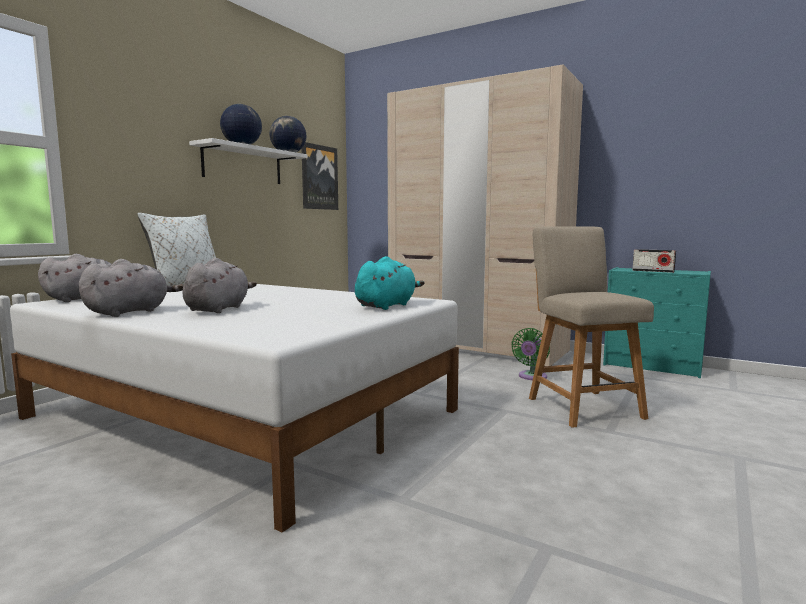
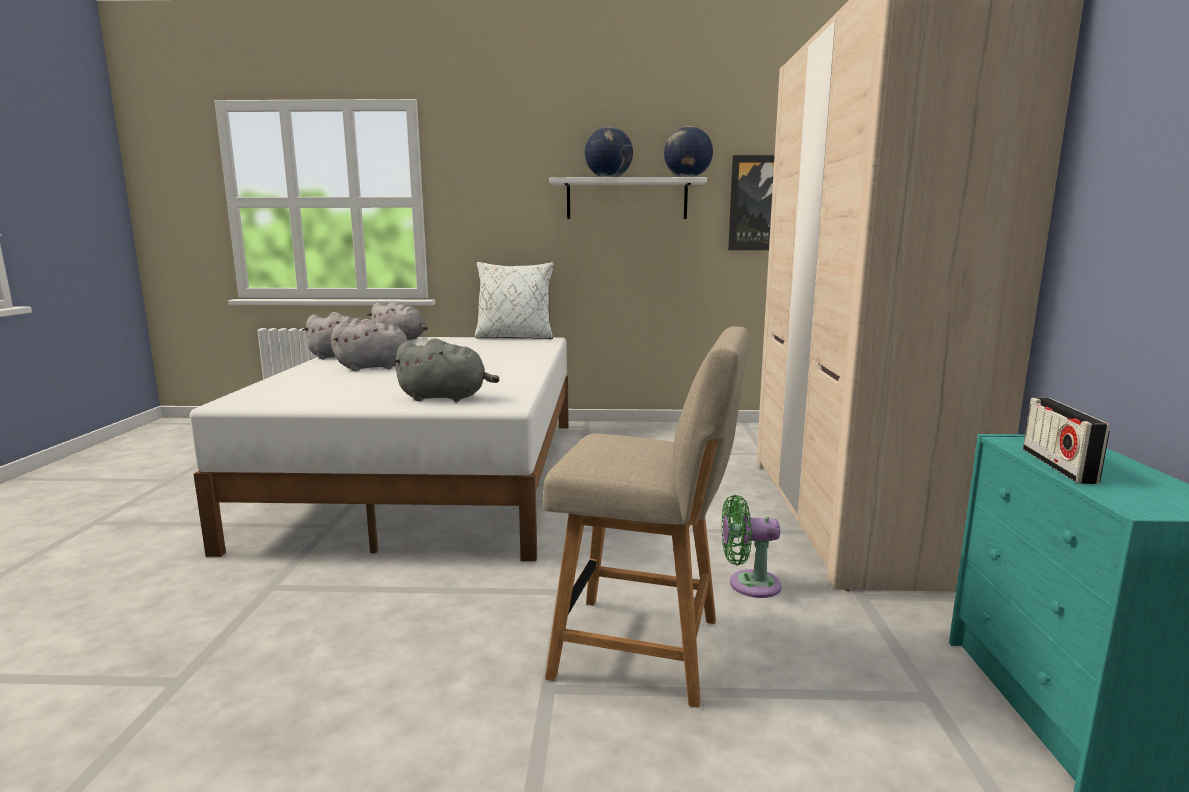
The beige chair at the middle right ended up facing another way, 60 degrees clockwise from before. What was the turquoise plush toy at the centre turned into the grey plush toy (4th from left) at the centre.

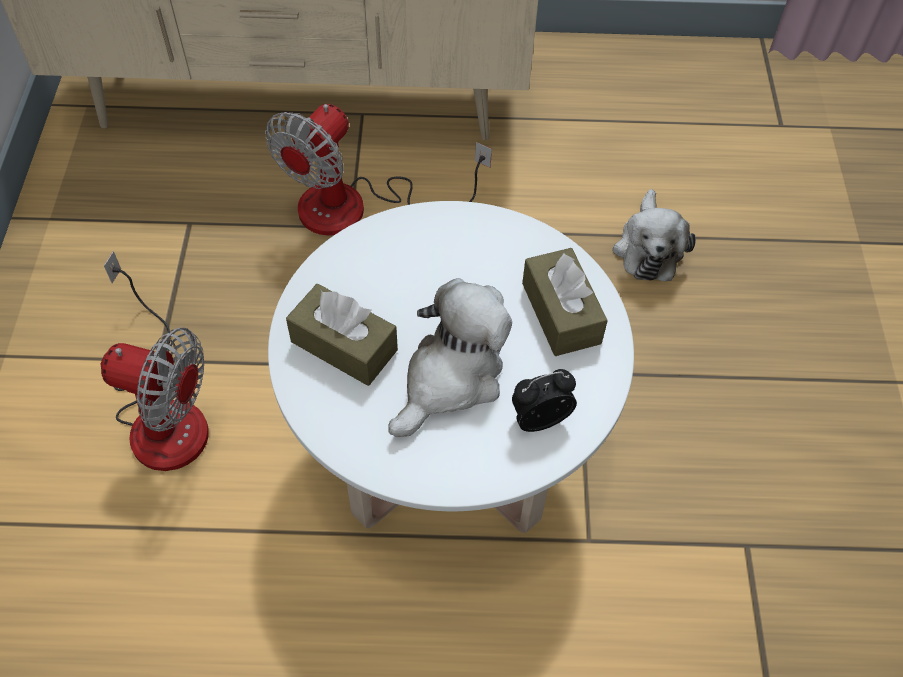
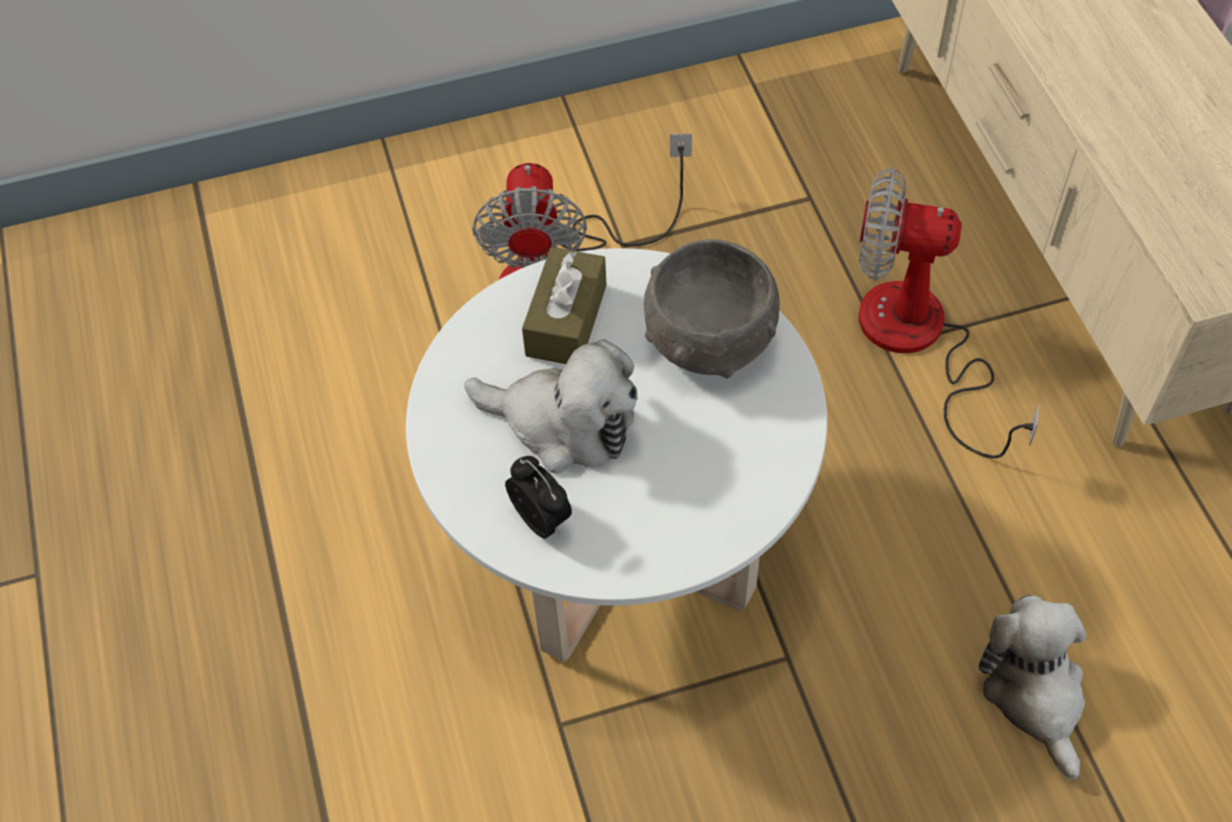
The plush toy (2nd from left) at the middle right ended up facing another way, 90 degrees clockwise from before. The second view lost the brown tissue box (2nd from left) at the centre. The second view gained the grey bowl at the centre.

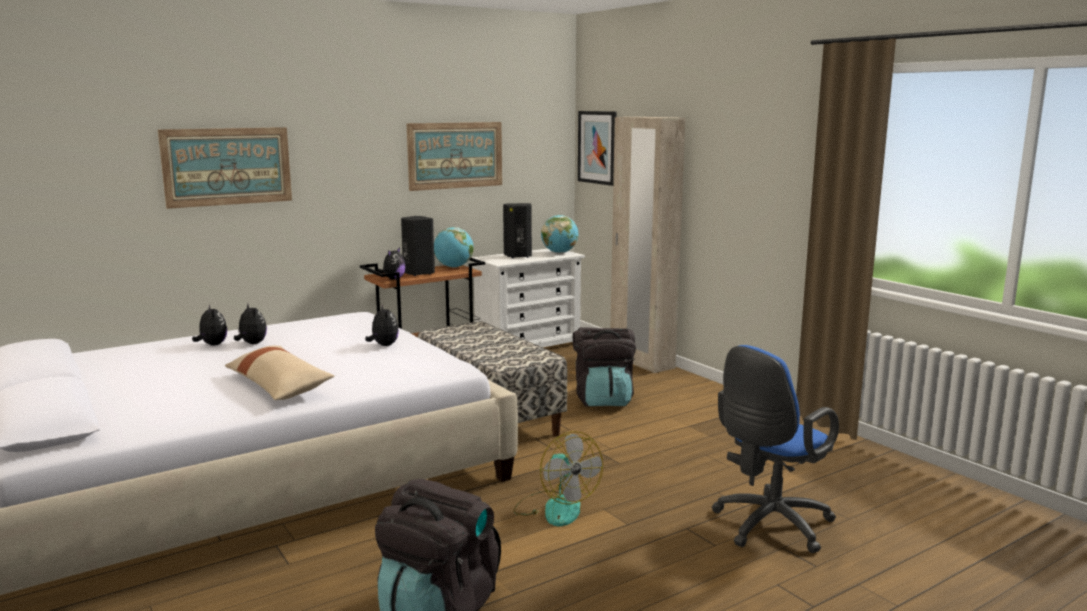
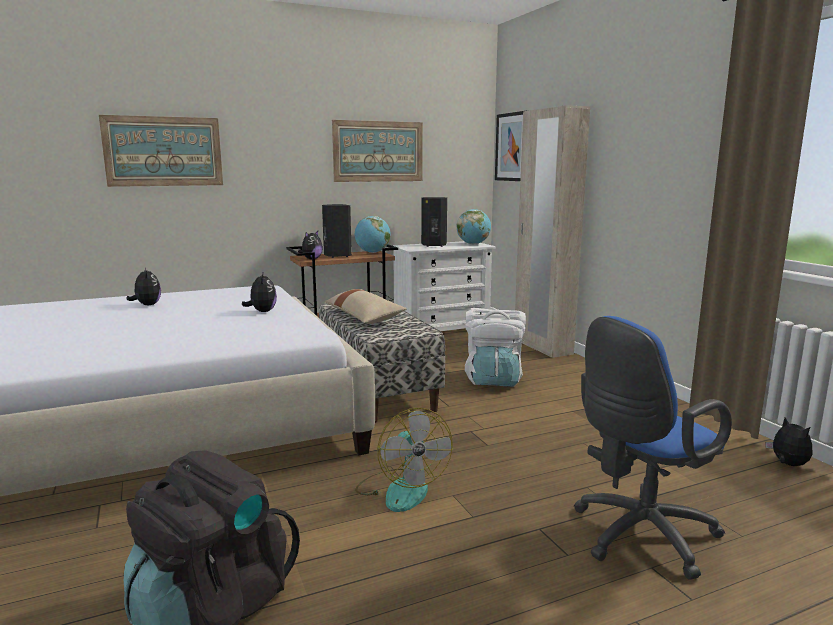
The plush toy (1st from left in the first image) ended up elsewhere, having gone from the middle left to the bottom right. What was the black backpack (2nd from left) at the centre turned into the white backpack at the centre. The beige pillow ended up elsewhere, having gone from the middle left to the centre.

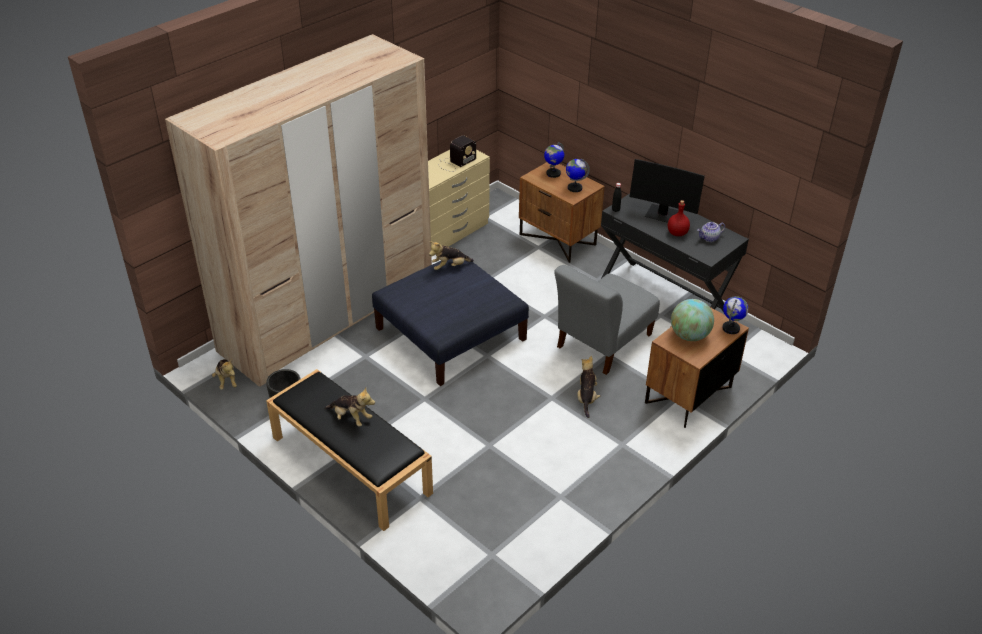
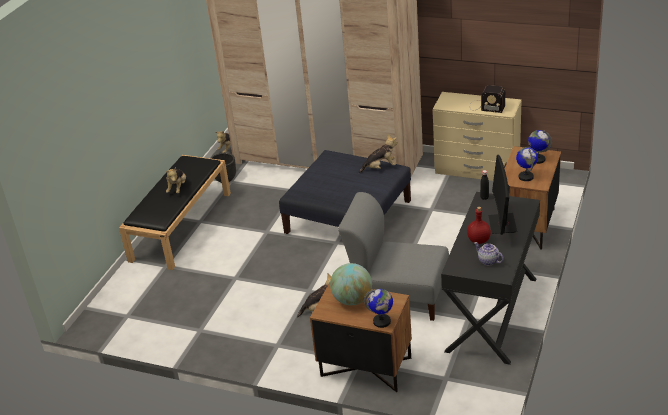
The plush toy (3rd from left in the first image) at the centre ended up facing another way, 120 degrees clockwise from before.

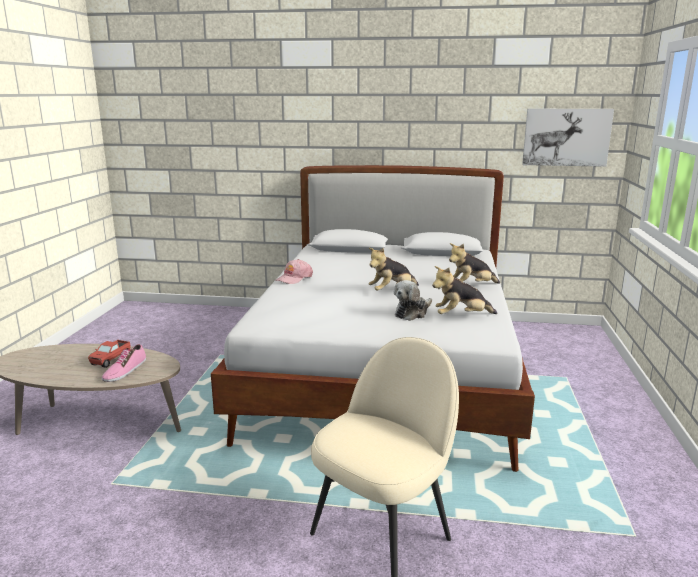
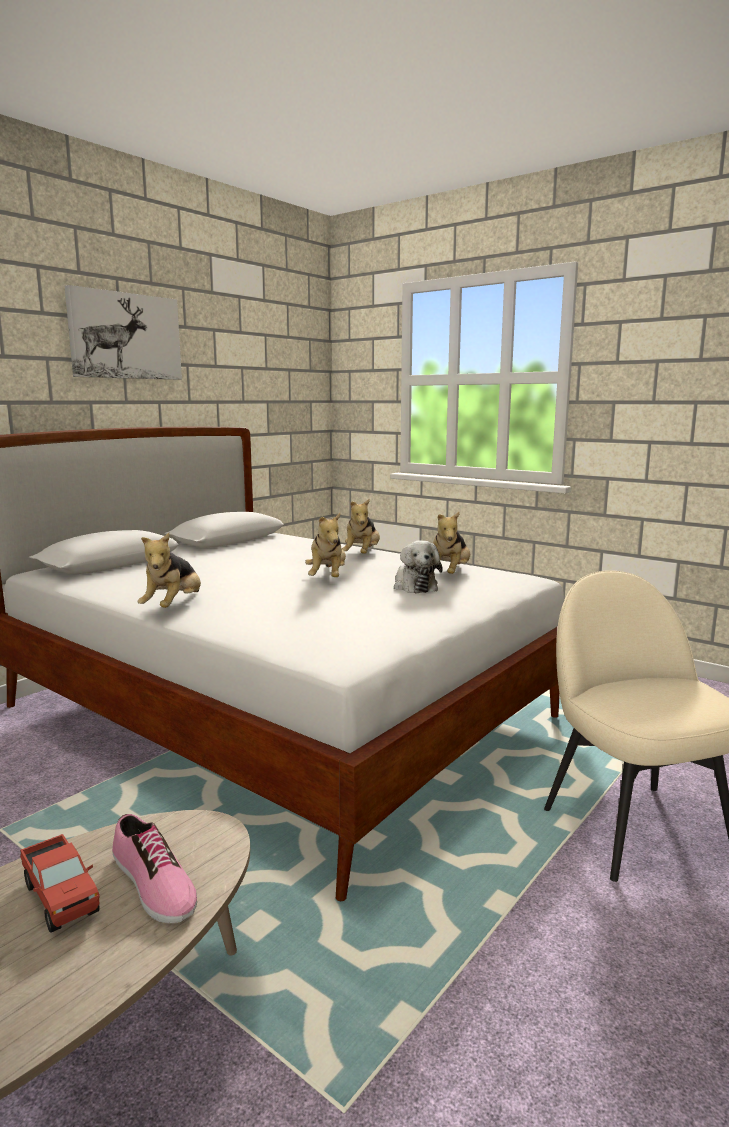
The picture ended up elsewhere, having gone from the top right to the top left. Where the pink cap stood at the centre, the plush toy (1st from left) came to stand at the middle left.

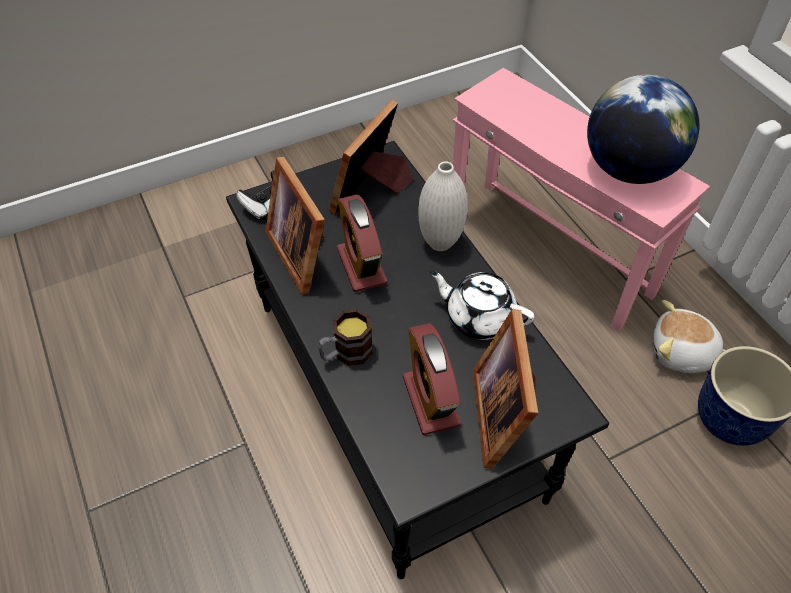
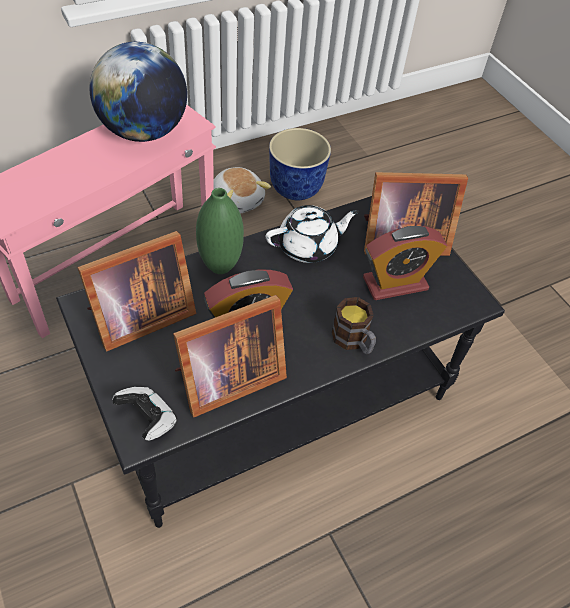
The picture frame (2nd from left in the first image) at the top centre ended up facing another way, 60 degrees counterclockwise from before. What was the white vase at the centre turned into the green vase at the centre. The white teapot at the centre ended up facing another way, 135 degrees counterclockwise from before. The plush toy at the middle right ended up facing another way, 45 degrees counterclockwise from before.

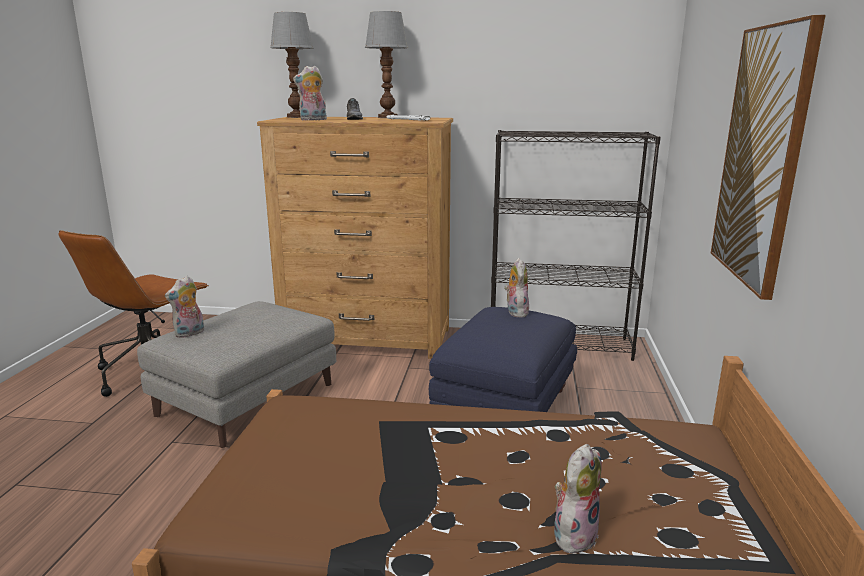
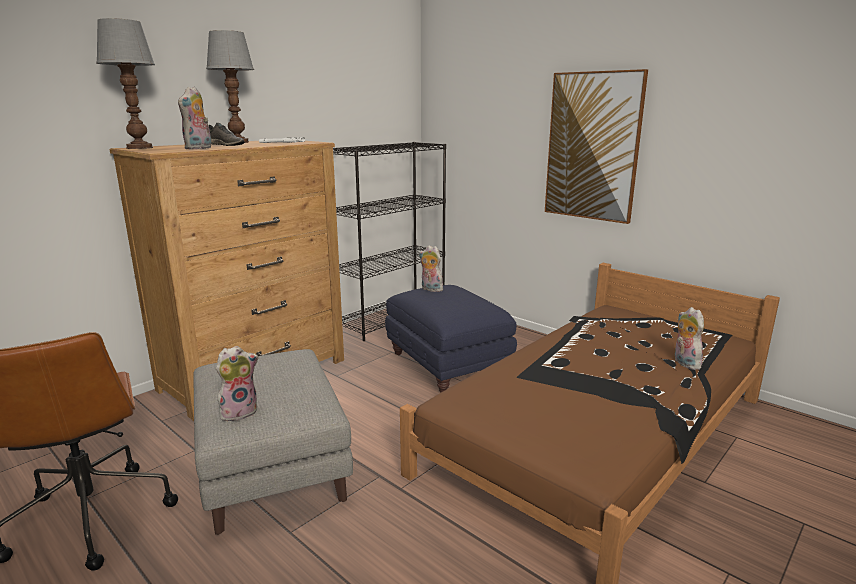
The plush toy (1st from left in the first image) at the middle left ended up facing another way, 105 degrees counterclockwise from before.

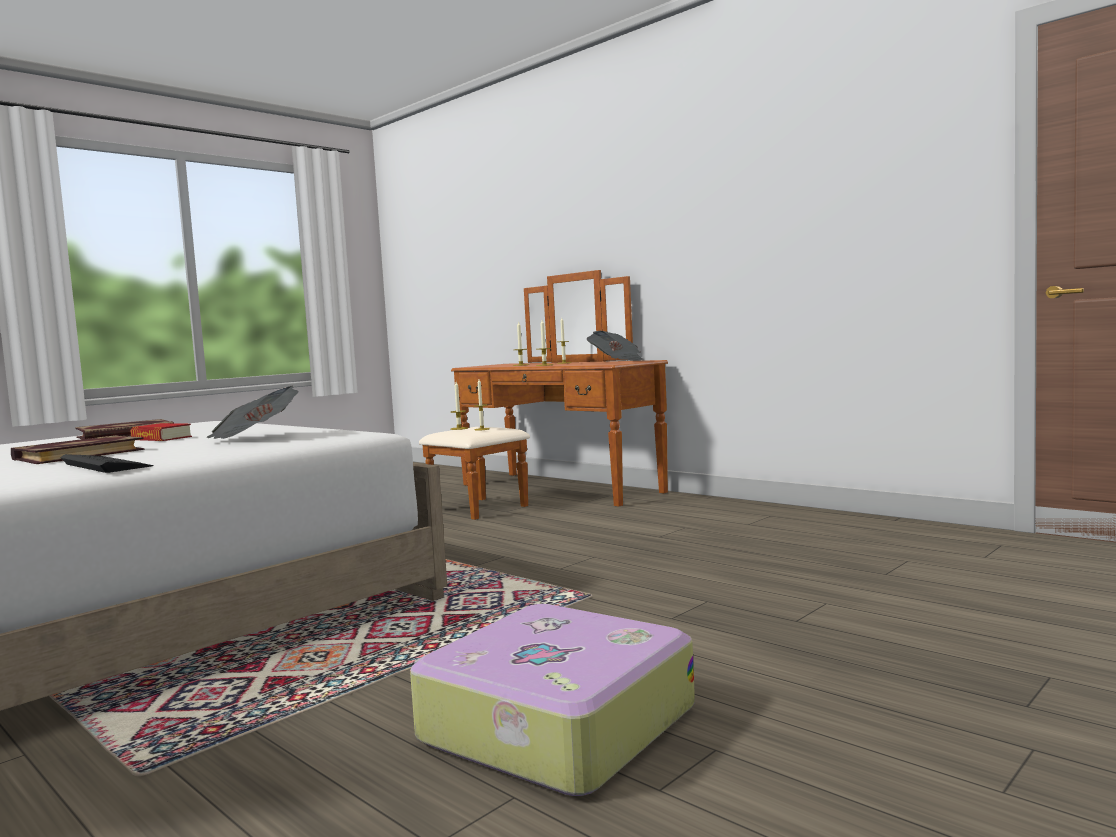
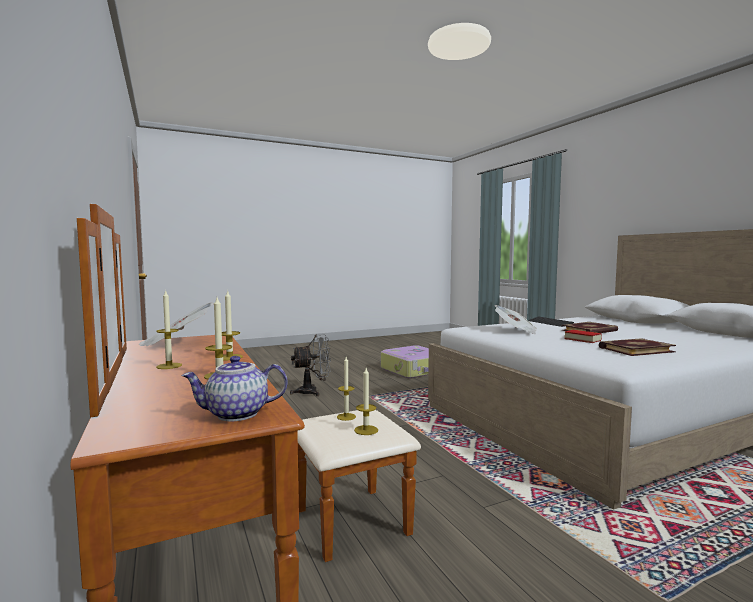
The second view gained the grey fan at the centre. The second view gained the teapot at the middle left.

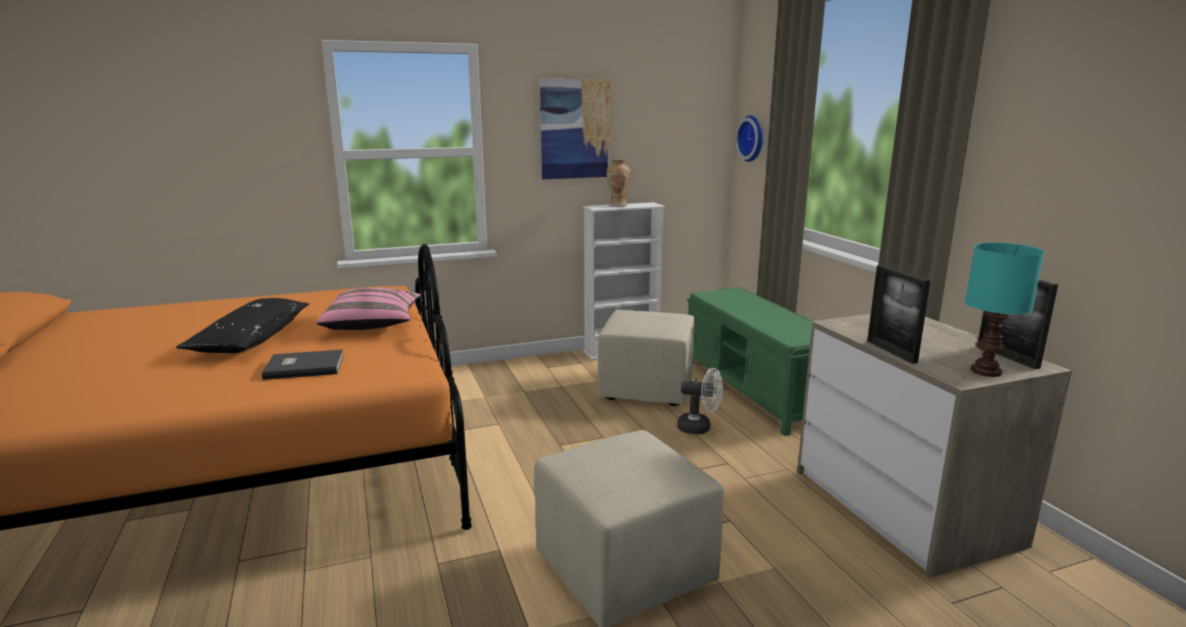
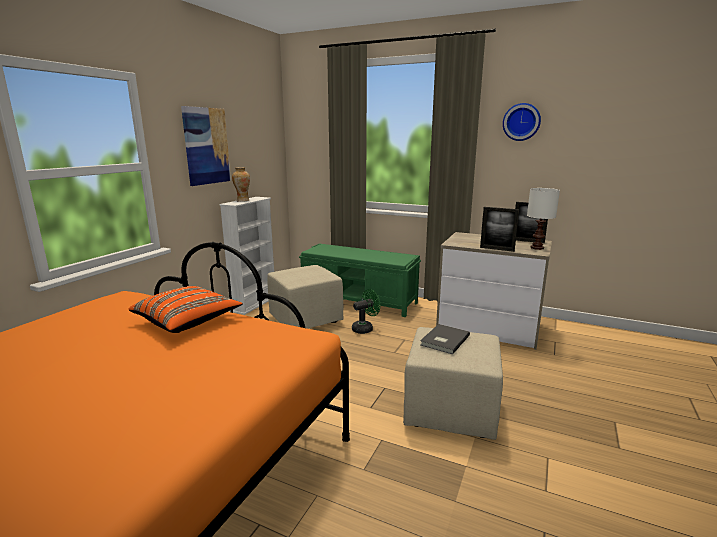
The wall clock ended up elsewhere, having gone from the top centre to the top right. What was the turquoise table lamp at the middle right turned into the white table lamp at the middle right. What was the pink pillow at the middle left turned into the orange pillow at the middle left. The second view lost the black pillow at the middle left. The grey book ended up elsewhere, having gone from the middle left to the centre. What was the white fan at the centre turned into the green fan at the centre.

